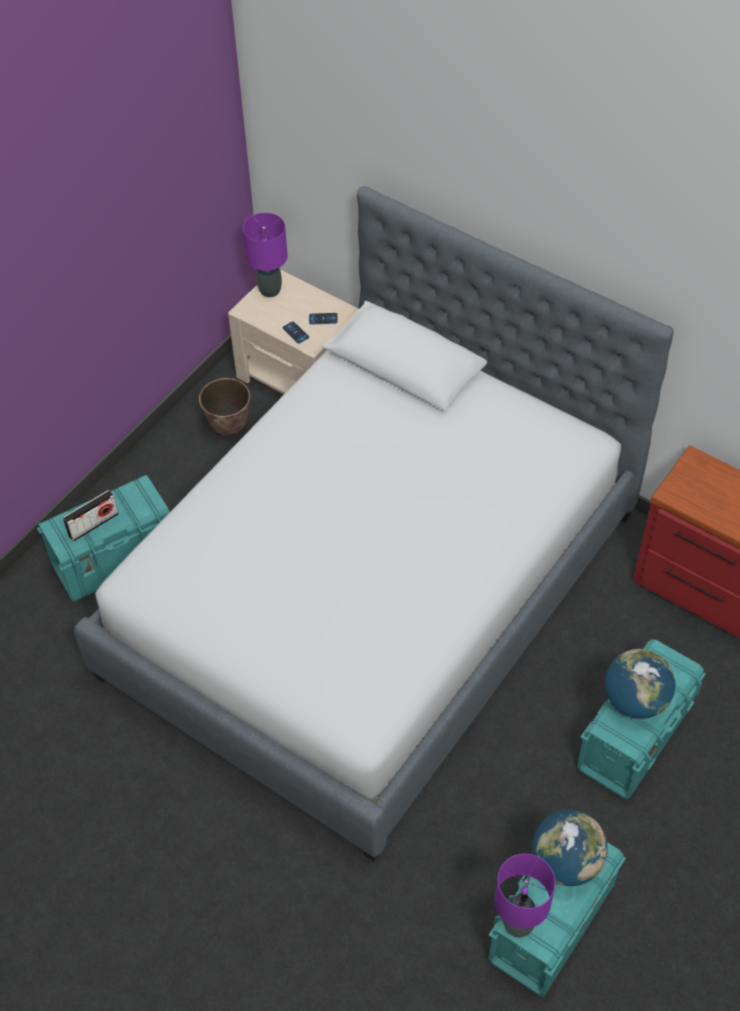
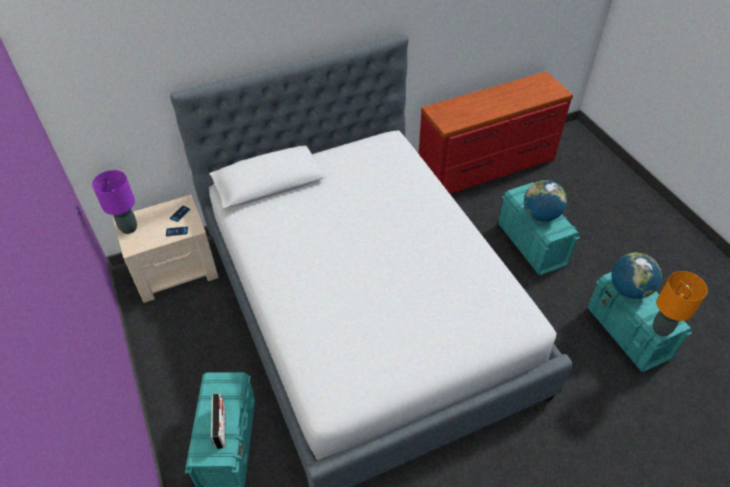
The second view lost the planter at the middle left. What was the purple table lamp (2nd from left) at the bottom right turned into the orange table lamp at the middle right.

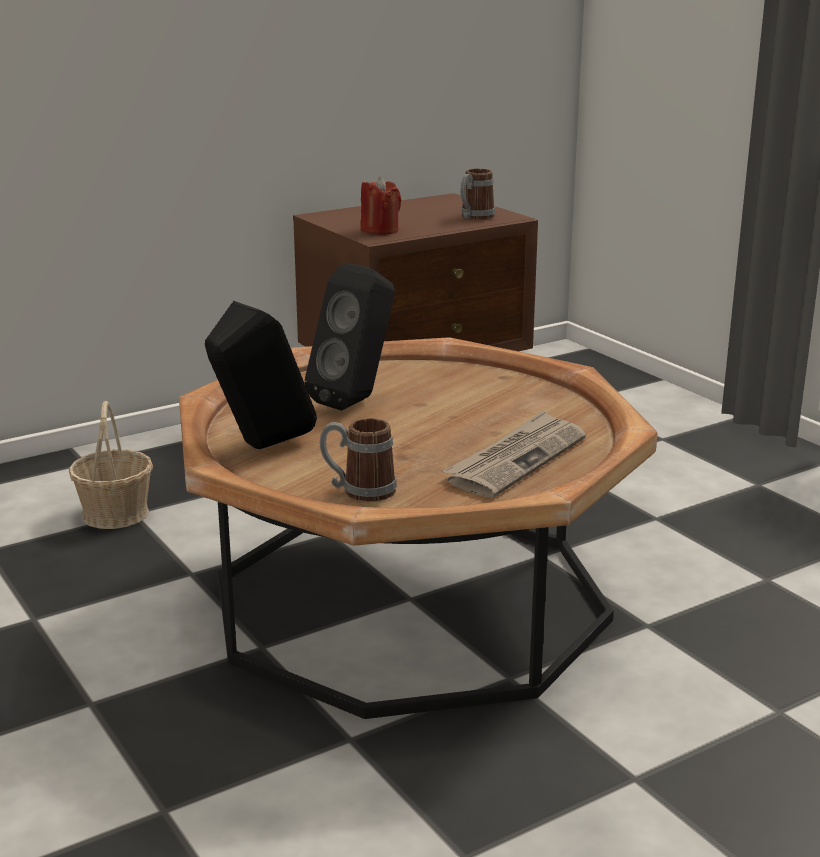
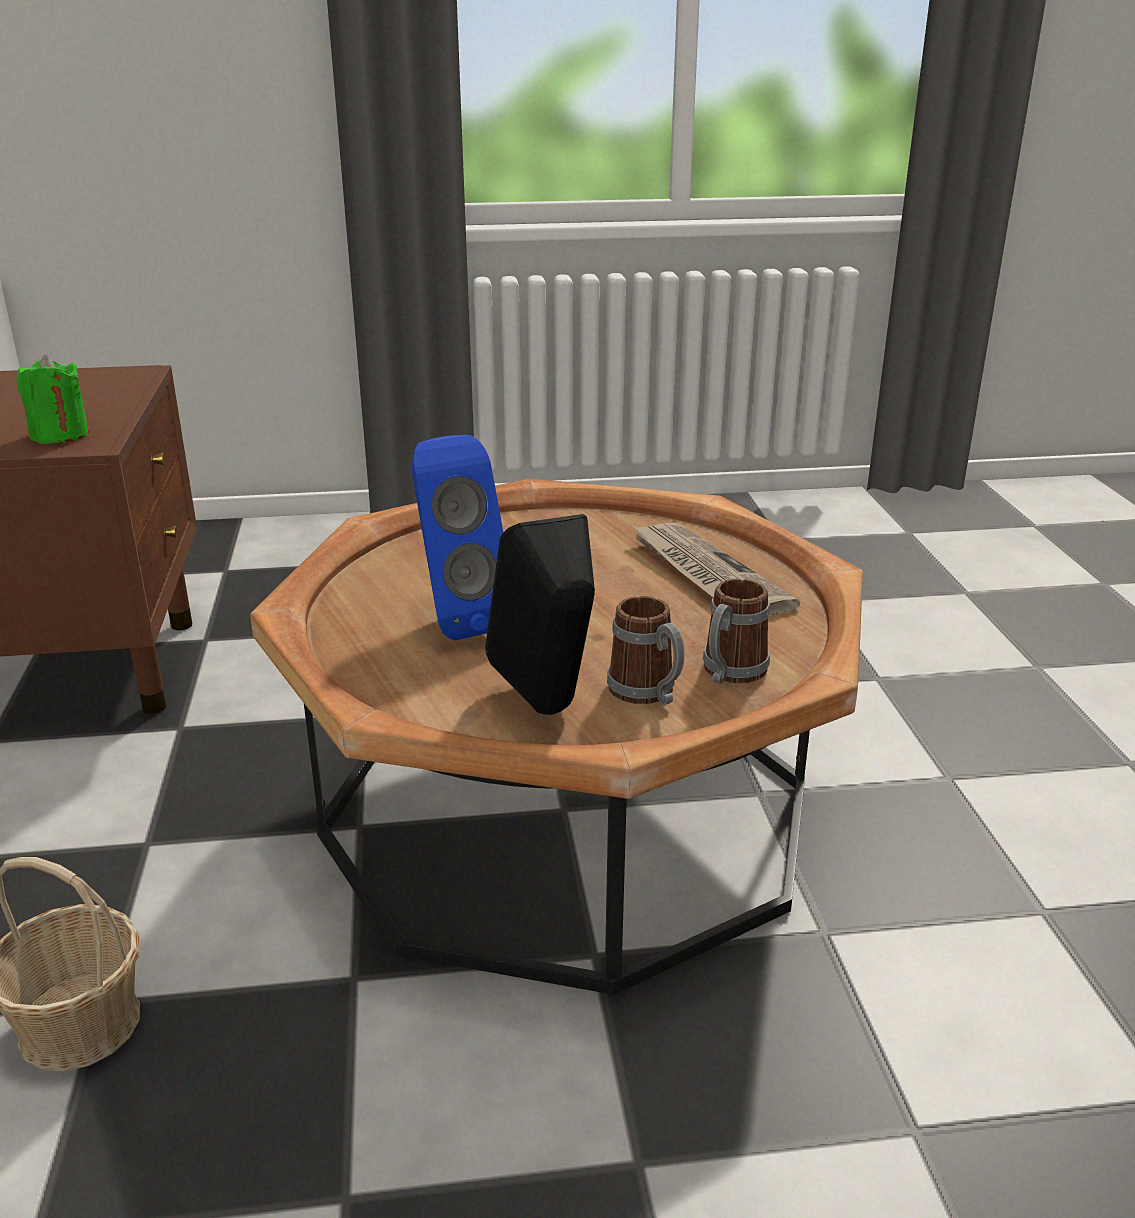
The mug (2nd from left in the first image) ended up elsewhere, having gone from the top centre to the centre. What was the red candle at the top centre turned into the green candle at the top left. What was the black speaker (2nd from left) at the centre turned into the blue speaker at the centre.

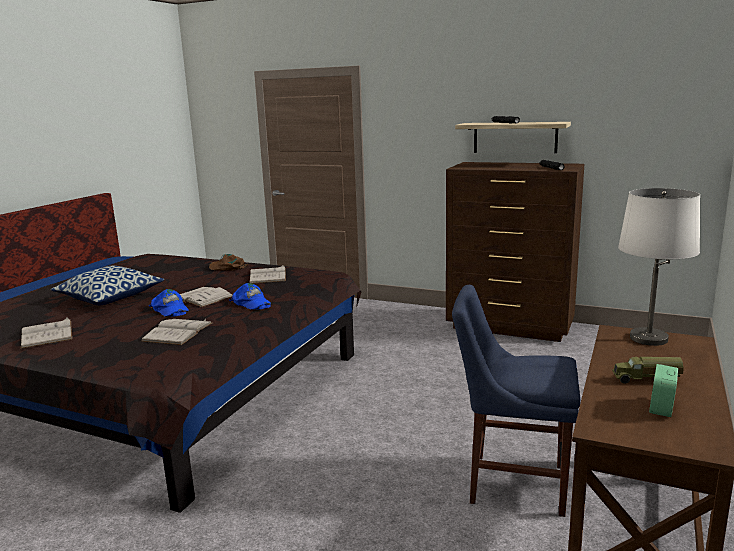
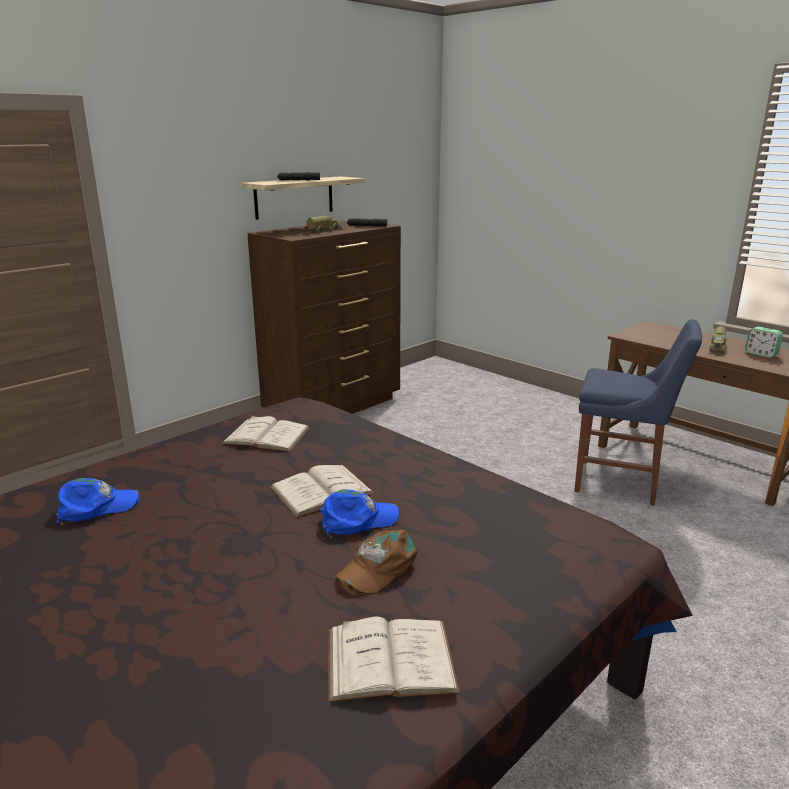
The second view lost the white table lamp at the middle right. The brown cap ended up elsewhere, having gone from the middle left to the bottom centre. The second view lost the pillow at the middle left. The blue cap (2nd from left in the first image) ended up elsewhere, having gone from the centre to the middle left. The blue chair at the bottom right ended up facing another way, 105 degrees counterclockwise from before. The second view lost the white book (2nd from left) at the middle left. The second view gained the toy truck (1st from left) at the top centre.

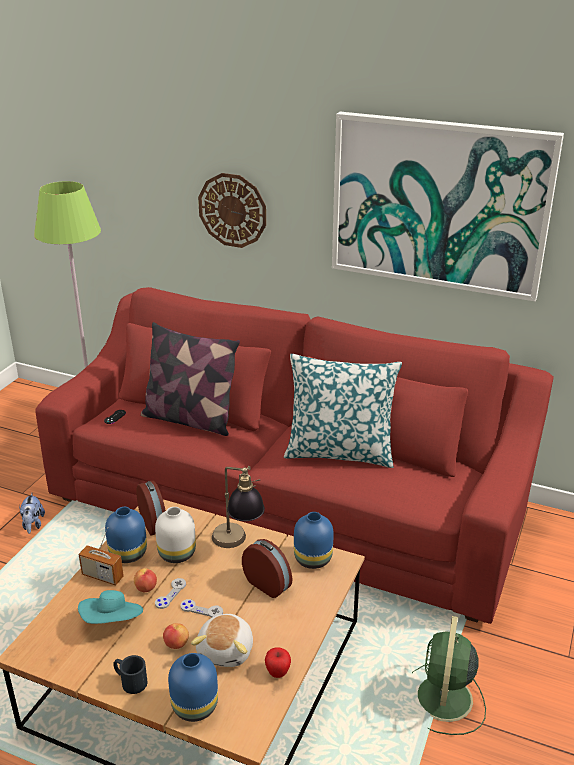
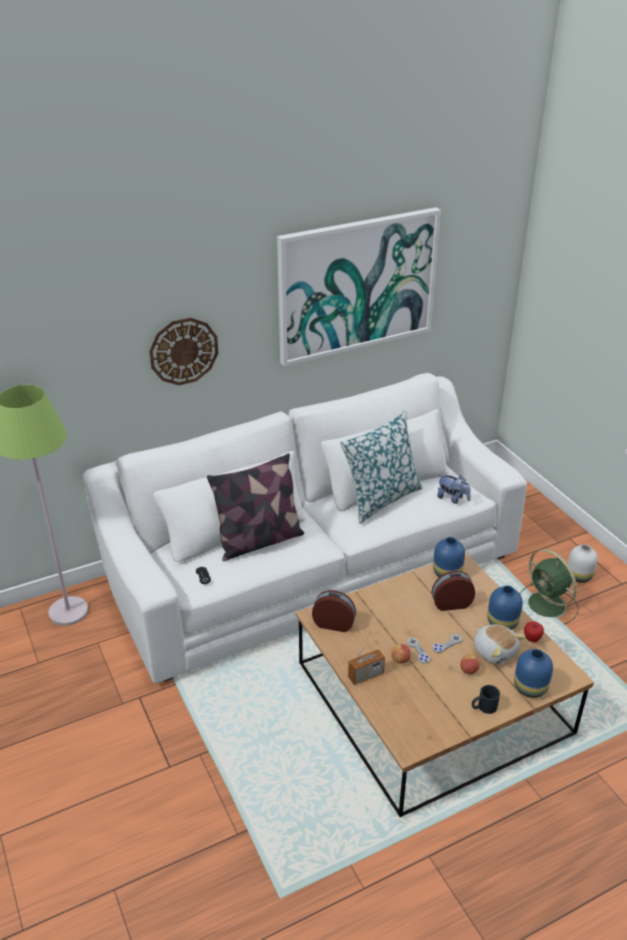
What was the red sofa at the centre turned into the white sofa at the centre. The second view lost the table lamp at the centre. The plush toy (1st from left) ended up elsewhere, having gone from the bottom left to the middle right. The blue vase (1st from left in the first image) ended up elsewhere, having gone from the bottom left to the middle right. The white vase ended up elsewhere, having gone from the bottom left to the middle right. The second view lost the turquoise hat at the bottom left.

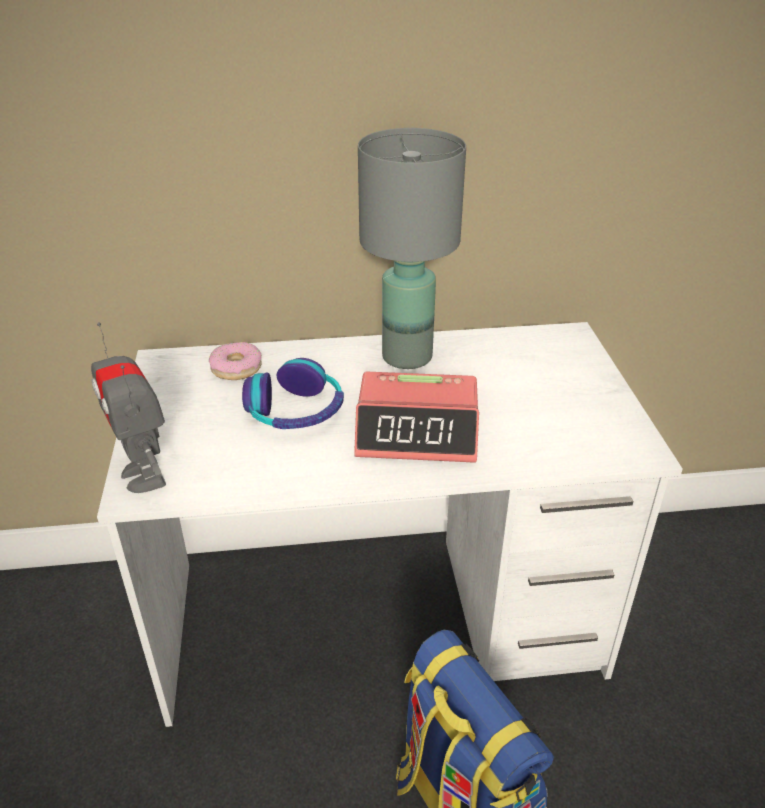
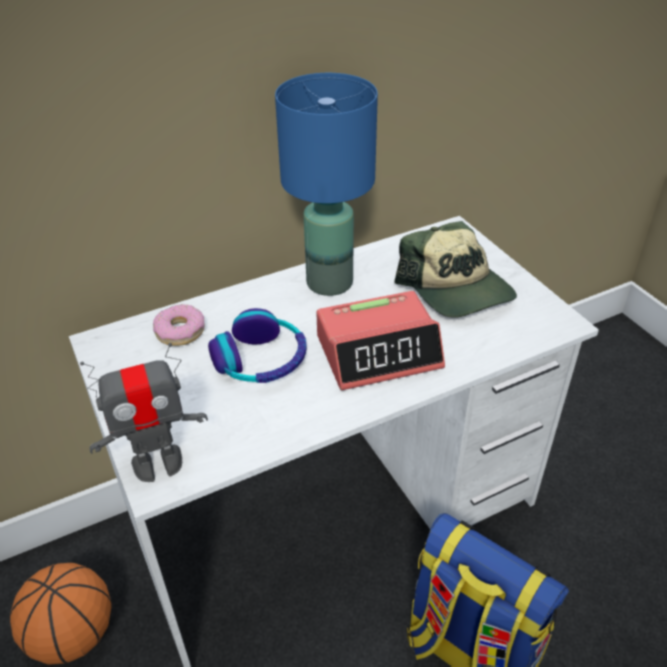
What was the grey table lamp at the top centre turned into the blue table lamp at the top centre. The toy robot at the middle left ended up facing another way, 60 degrees counterclockwise from before. The second view gained the cap at the middle right. The second view gained the basketball at the bottom left.

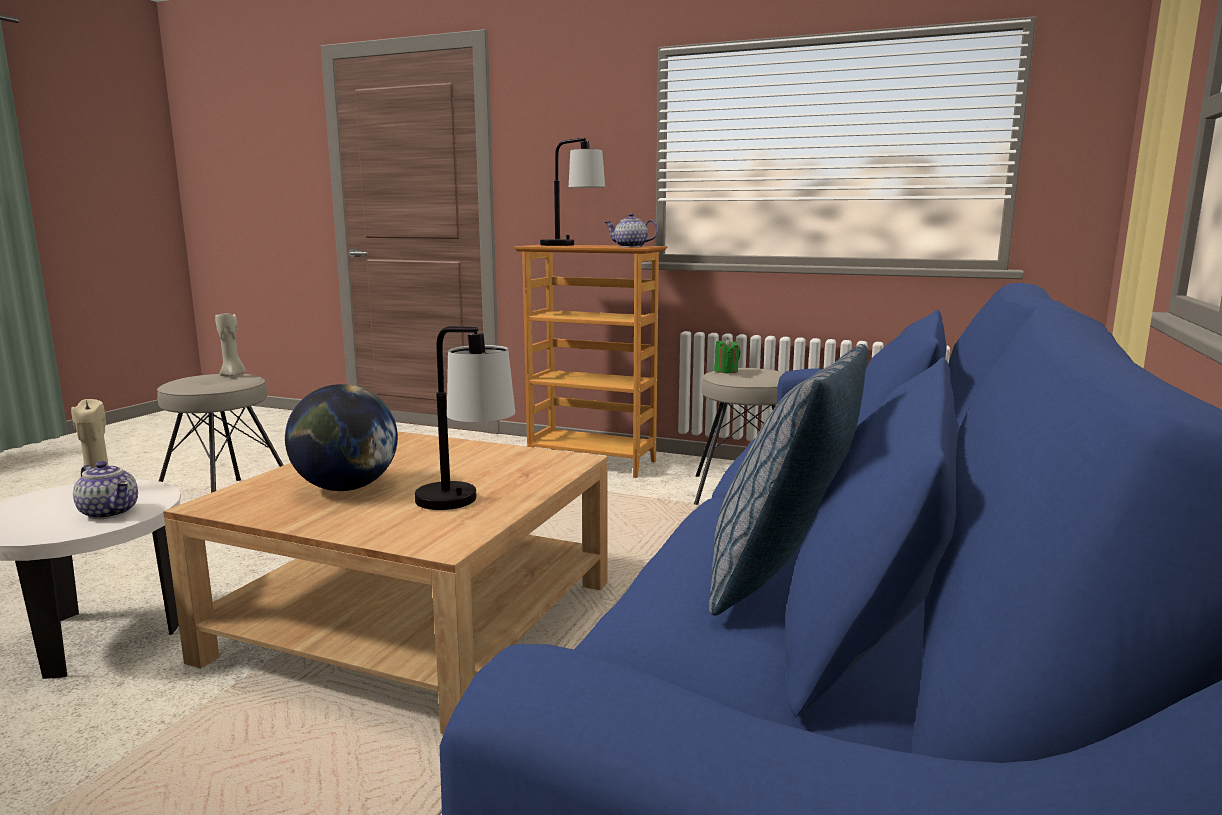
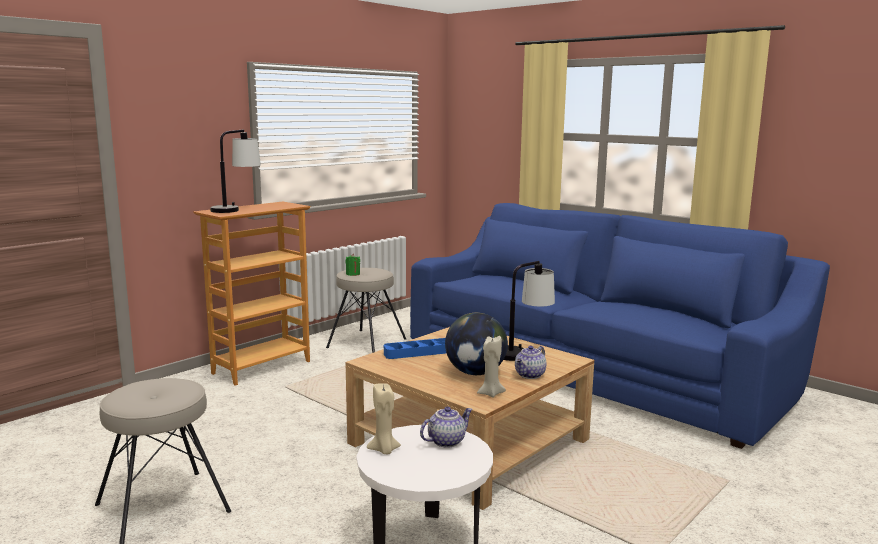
The teapot (2nd from left) ended up elsewhere, having gone from the top centre to the centre. The beige candle (2nd from left) ended up elsewhere, having gone from the middle left to the bottom centre. The second view lost the pillow at the centre. The second view gained the blue tray at the centre.

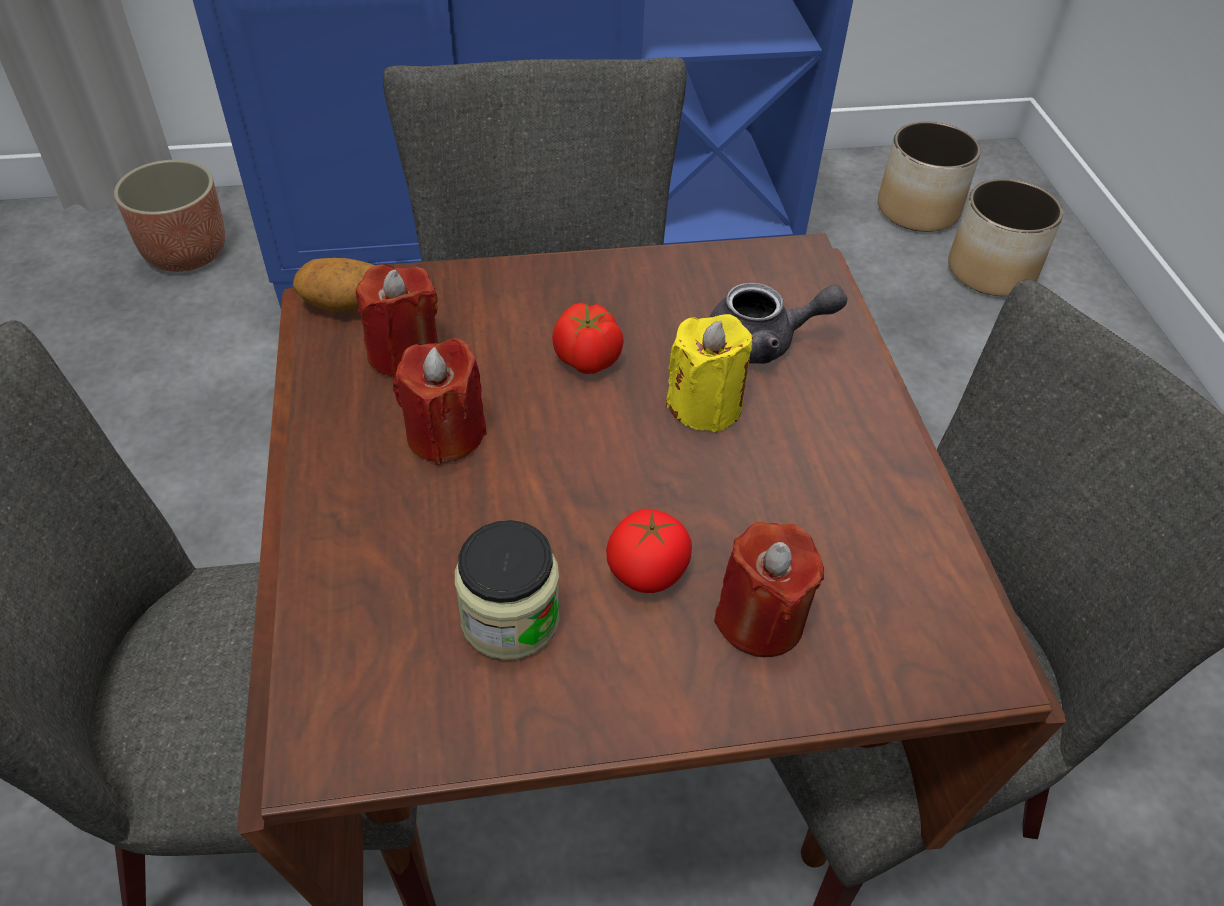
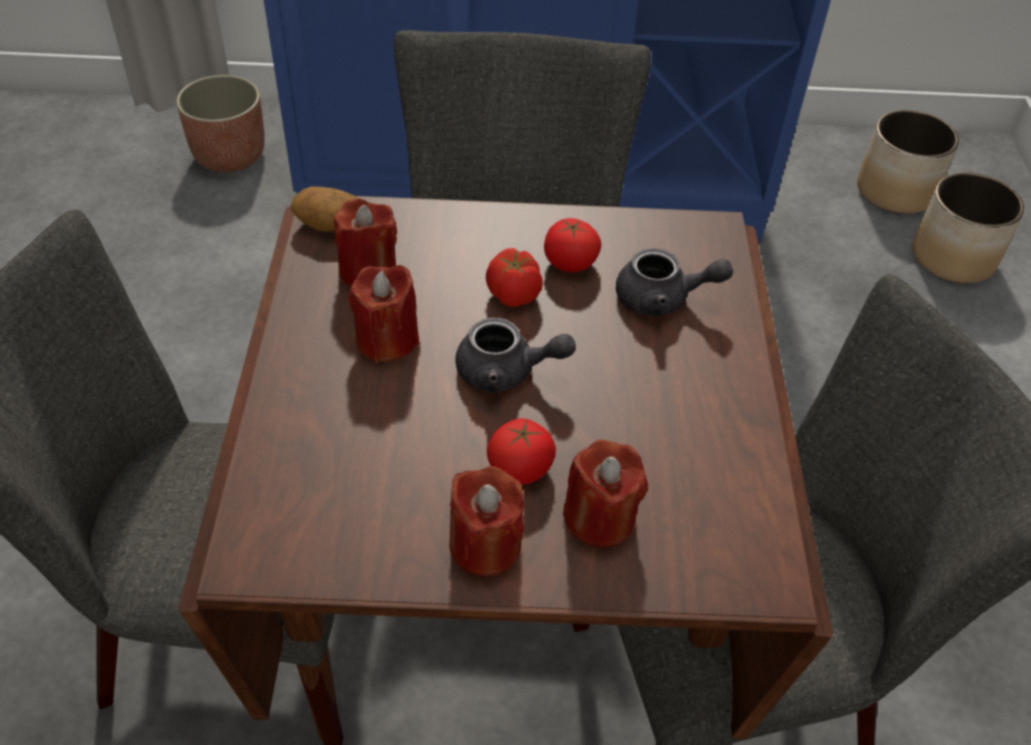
The second view lost the yellow candle at the centre. The second view lost the jar at the centre. The second view gained the tomato (3rd from left) at the top centre. The second view gained the grey teapot (1st from left) at the centre. The second view gained the red candle (3rd from left) at the bottom centre.

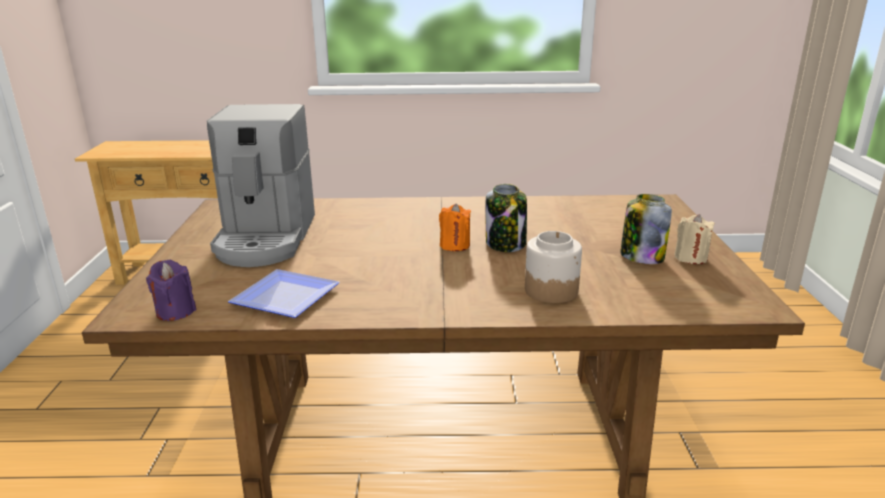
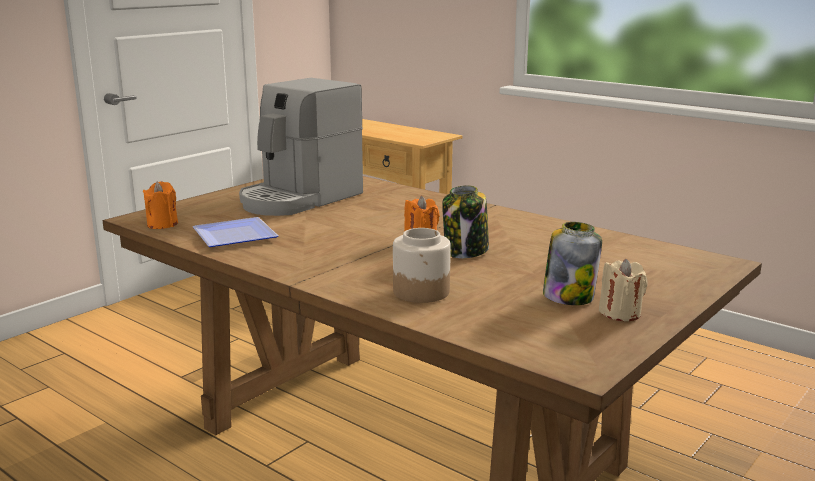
What was the purple candle at the middle left turned into the orange candle (1st from left) at the middle left.

